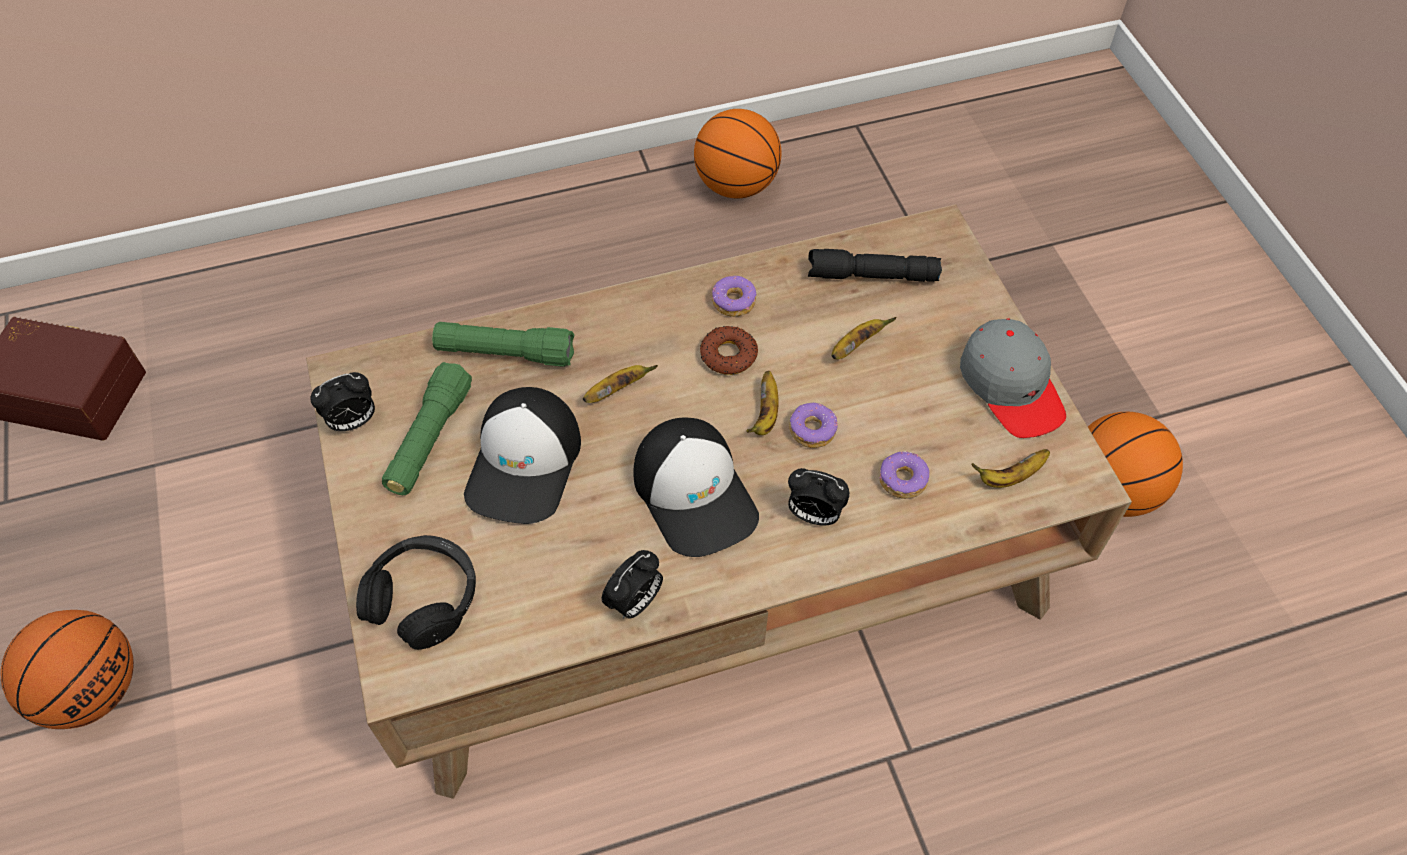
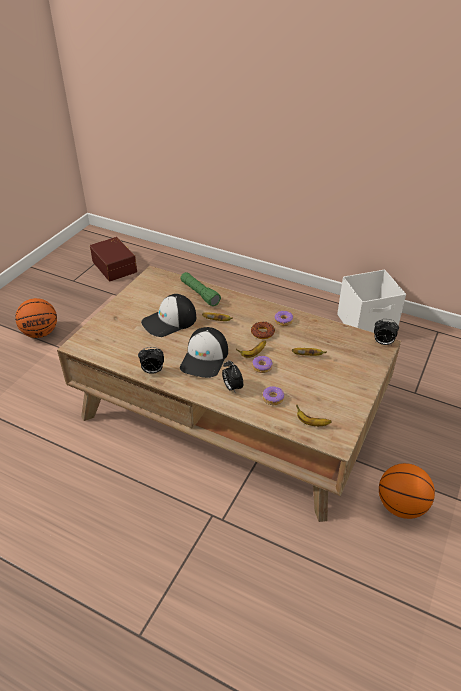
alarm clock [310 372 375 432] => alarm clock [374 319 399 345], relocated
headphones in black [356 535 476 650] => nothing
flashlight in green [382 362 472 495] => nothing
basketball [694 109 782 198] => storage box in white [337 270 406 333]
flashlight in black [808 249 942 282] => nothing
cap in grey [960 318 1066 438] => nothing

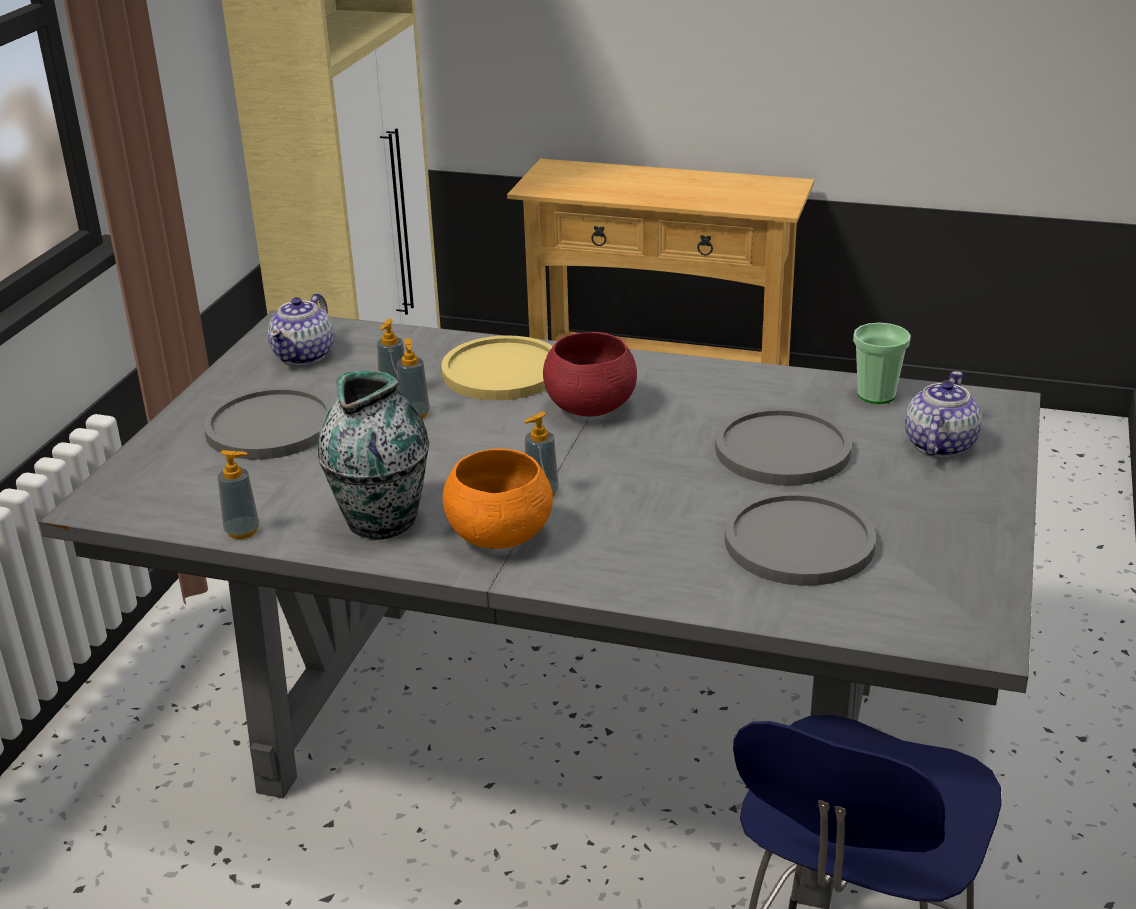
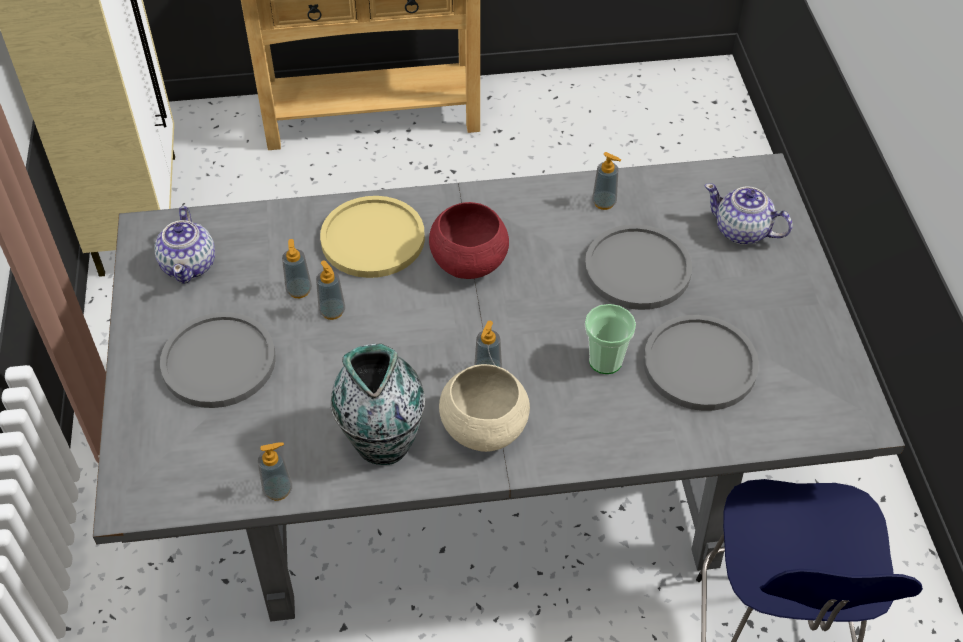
bowl in orange [443 448 553 549] => bowl in beige [439 364 530 452]
cup [853 323 911 404] => cup [585 304 636 374], relocated
teapot [905 371 982 457] => teapot [705 183 793 245], 60 degrees counterclockwise
nothing => soap dispenser [592 152 621 210]

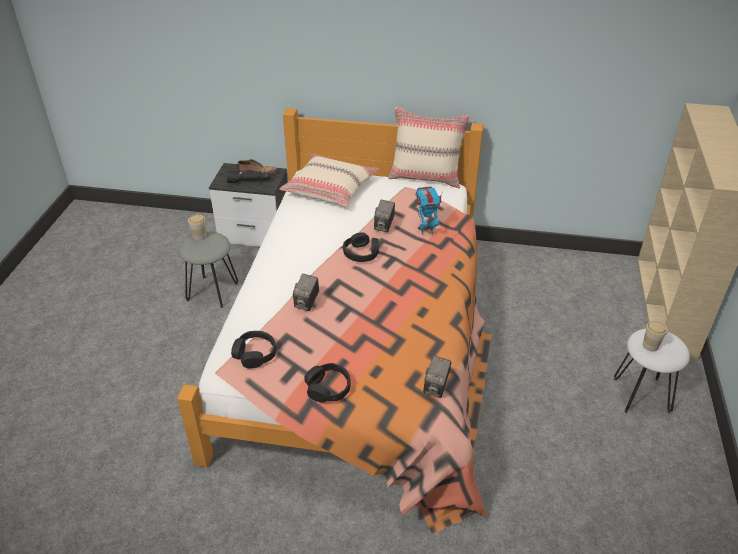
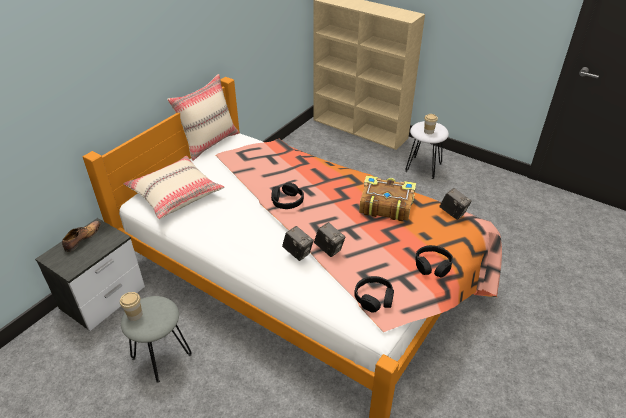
flashlight in black [226 170 270 183] => nothing
photo camera [374 200 395 232] => photo camera [282 226 314 261], relocated
toy robot [415 186 443 234] => nothing
nothing => book [359 175 416 221]

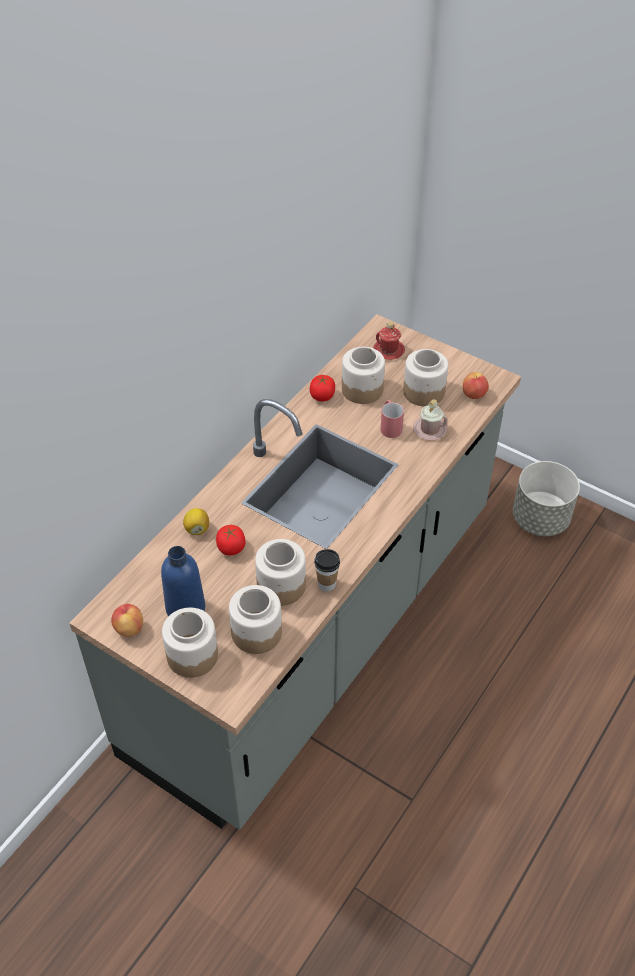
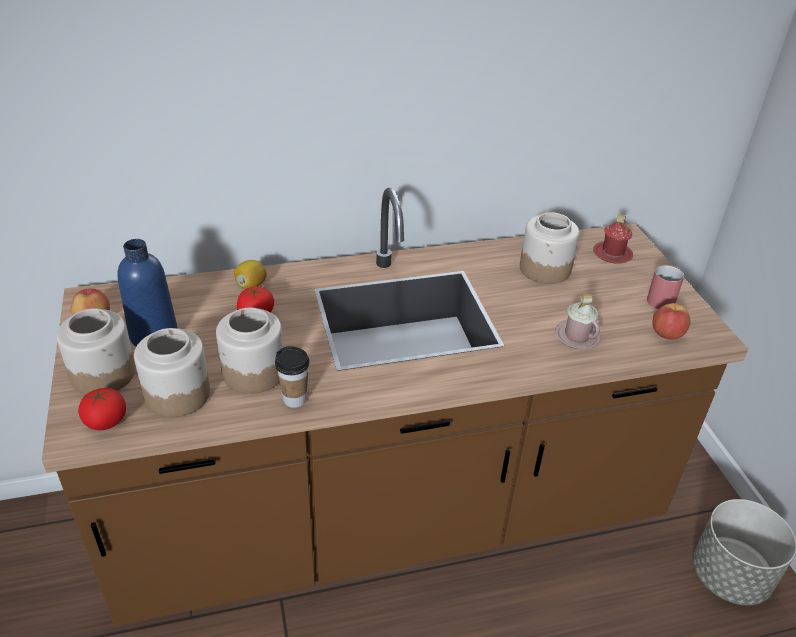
counter in grey [69 314 521 830] => counter in brown [42 188 748 626]
tomato [310 375 335 401] => tomato [78 388 126 430], relocated
mug in red [380 400 404 438] => mug in red [647 265 684 309], relocated
jar [403 349 448 406] => nothing

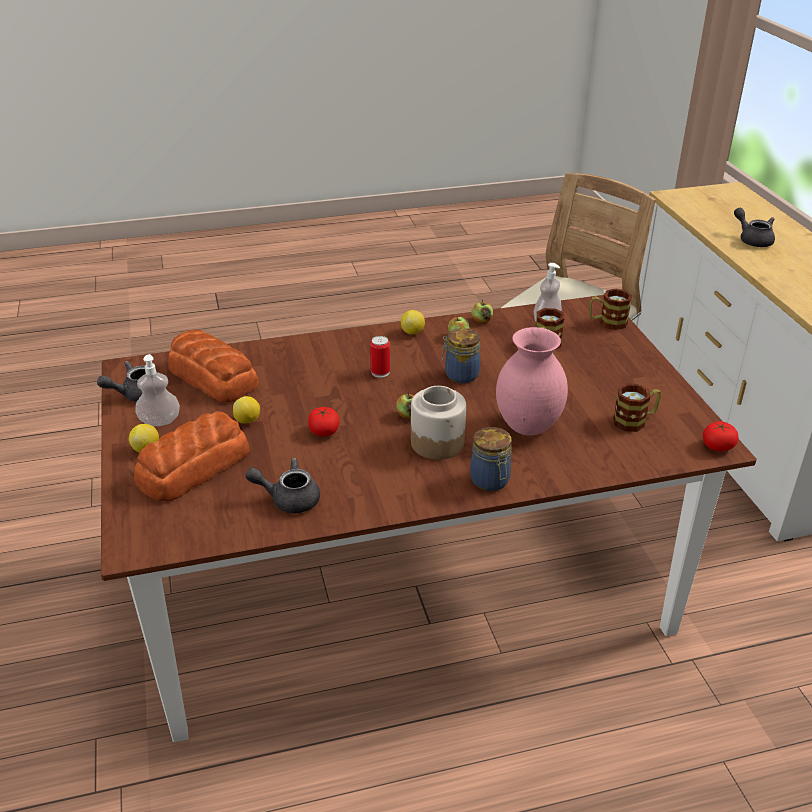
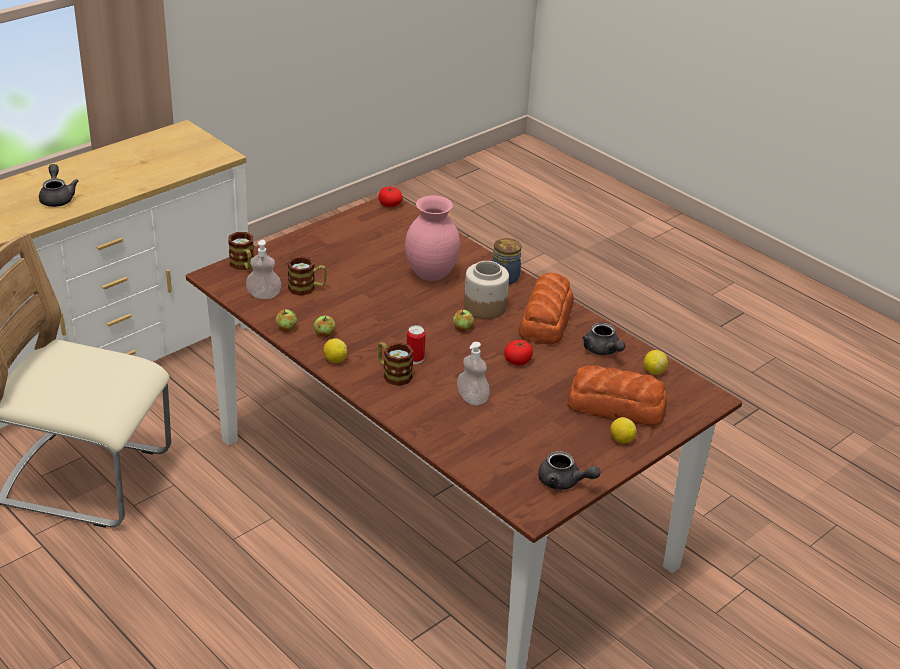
soap dispenser [135 354 180 426] => soap dispenser [457 342 490 405], relocated
bread [168 330 259 402] => bread [518 273 574 344], relocated
lemon [233 396 260 424] => lemon [644 350 668 374], relocated
jar [441 328 480 383] => nothing
mug [613 383 661 432] => mug [378 342 414 386], relocated
teapot in grey [734 208 775 247] => teapot in grey [39 164 78 207], 135 degrees clockwise

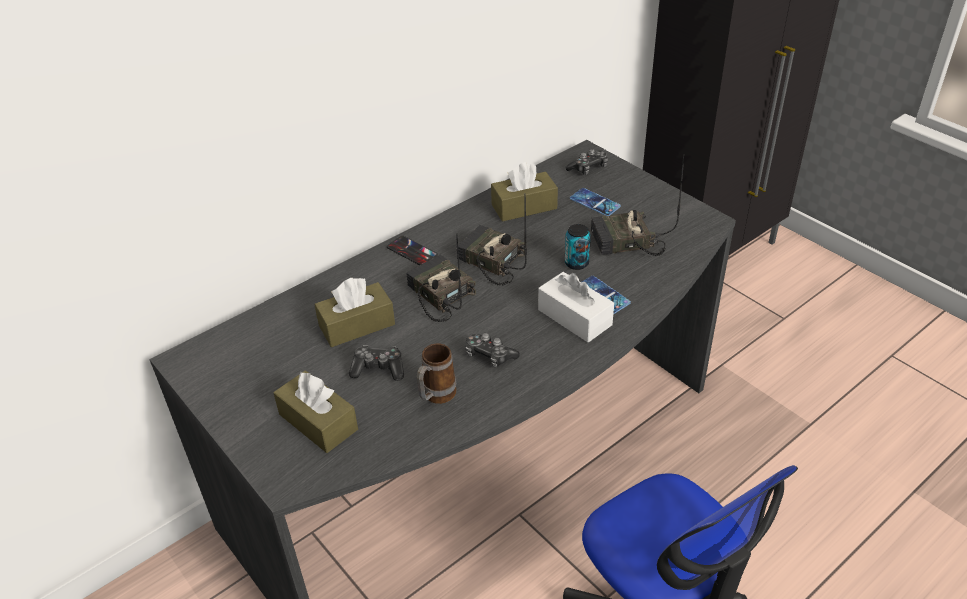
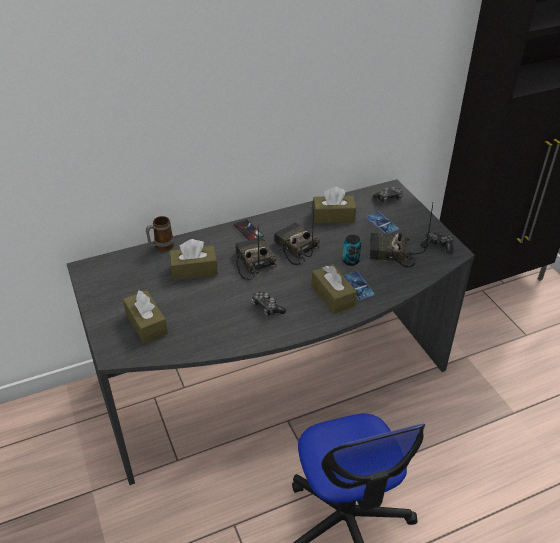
game controller [349 345 404 381] => game controller [421 231 454 254], relocated
mug [417 344 456 404] => mug [146 216 174 252], relocated
tissue box in white [538 272 614 342] => tissue box in brown [311 264 357 314]

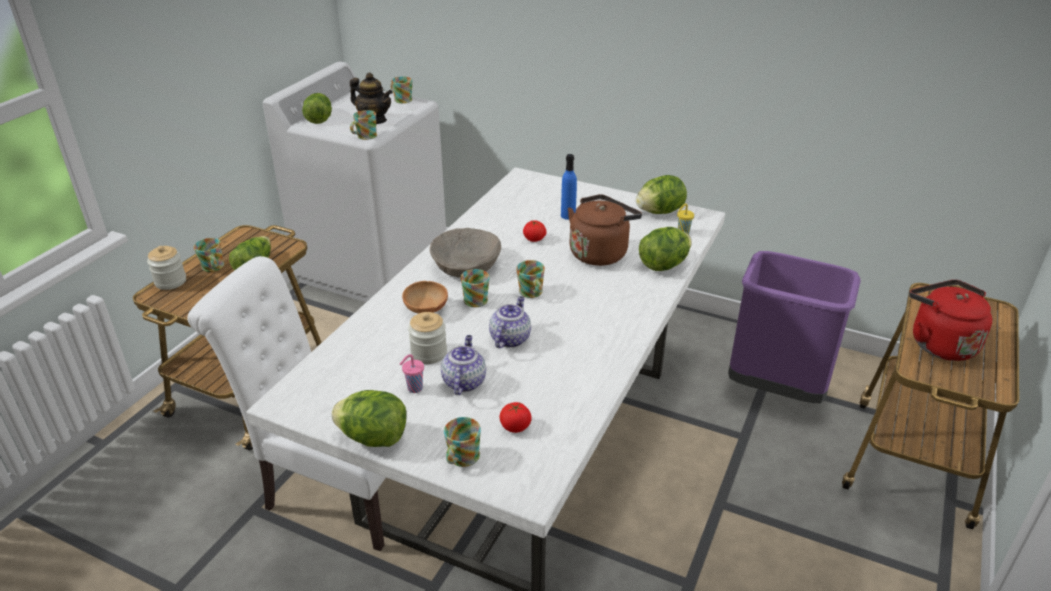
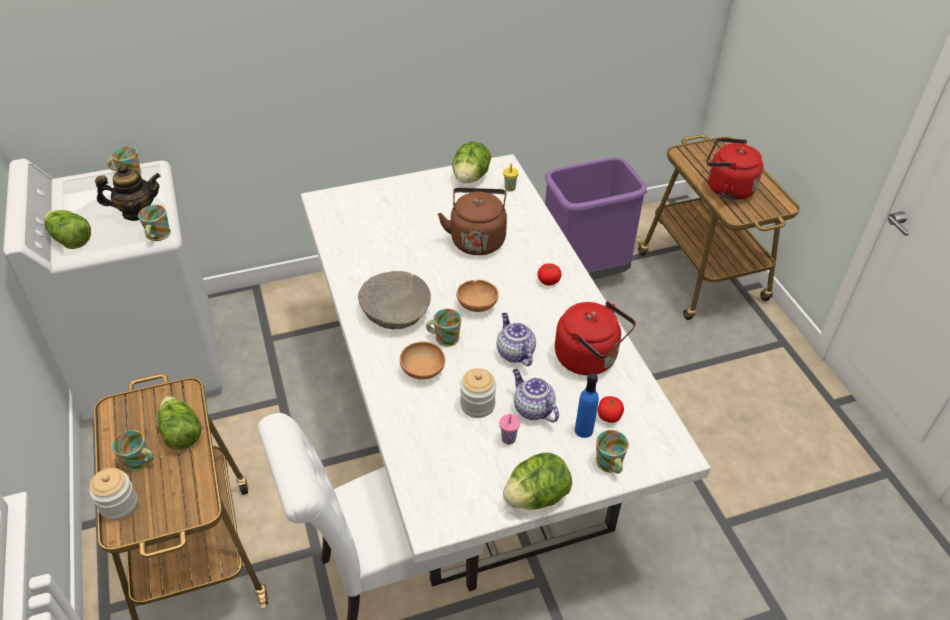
mug [516 260 545 298] => bowl in brown [457 280 499 312]
tomato [523 220 547 242] => tomato [538 263 562 286], relocated
bottle in blue [561 154 577 220] => bottle in blue [575 373 599 438], relocated
lettuce [639 227 692 271] => nothing
nothing => kettle in red [555 301 636 375]

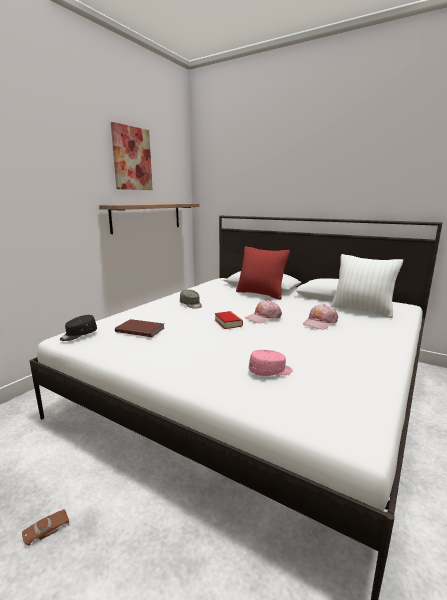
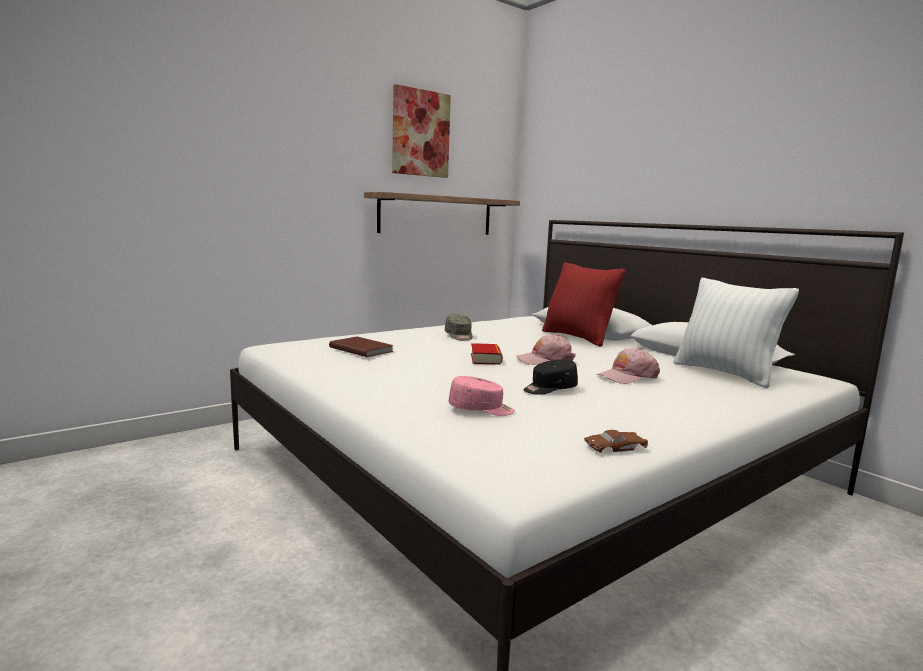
toy car in brown [22 509 70 546] => toy car in brown [584 430 648 453], relocated
cap in black [60 315 97 341] => cap in black [523 359 578 395], relocated

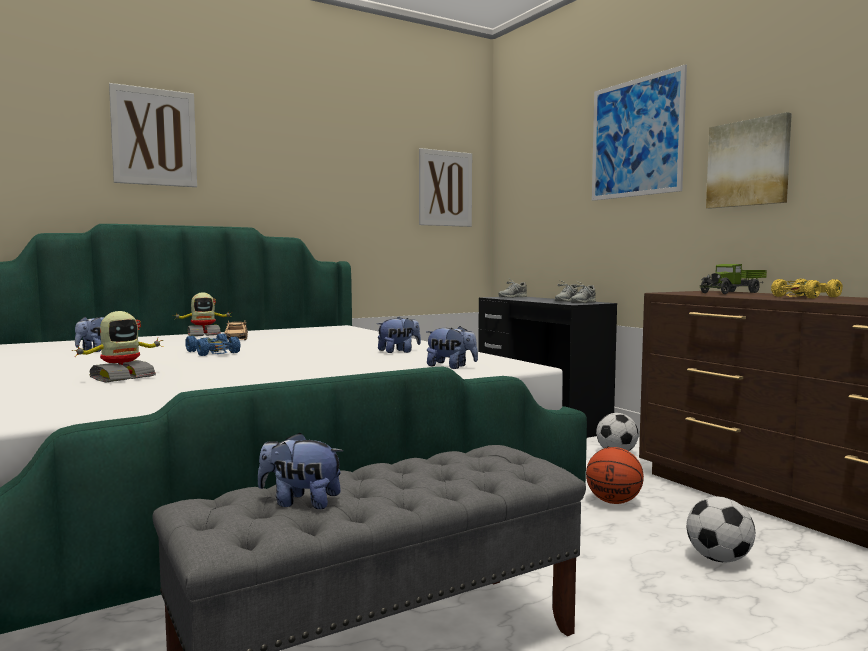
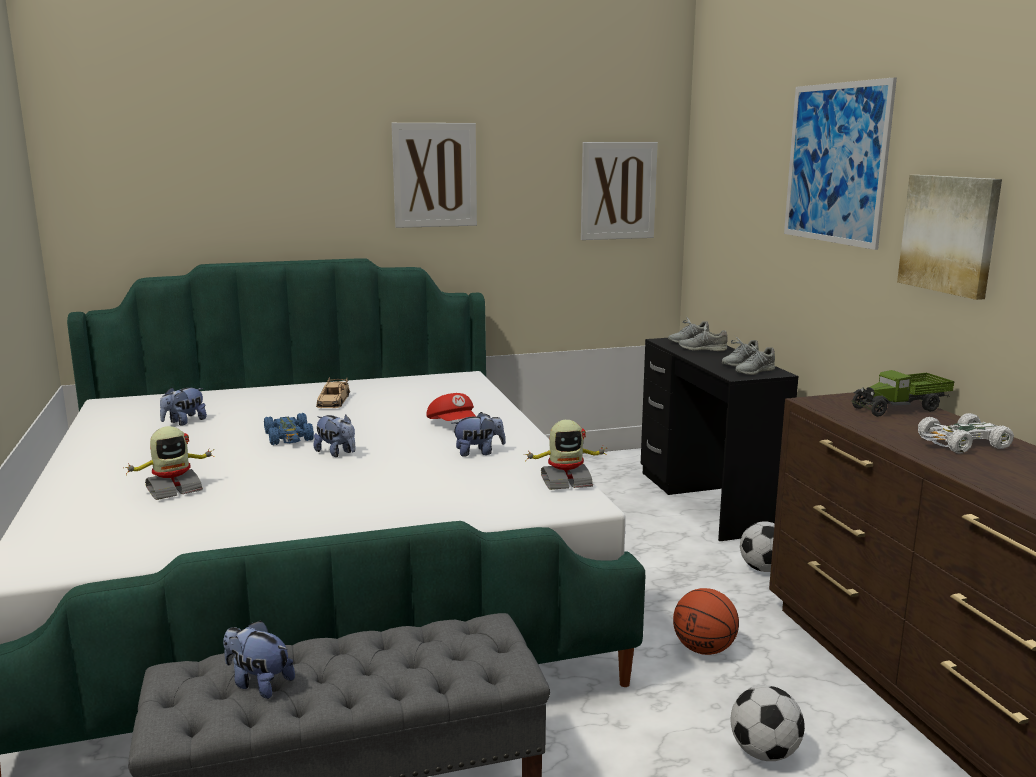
picture [109 83 197 187] => picture [391 123 477 228], relocated
toy robot [172 293 232 336] => toy robot [523 420 608 490], relocated
plush toy [426 326 478 369] => plush toy [314 415 355 457], relocated
toy car in yellow [771 279 843 299] => toy car in white [918 413 1014 453]
nothing => cap in red [426 393 476 421]
nothing => shoe in grey [679 324 728 351]

